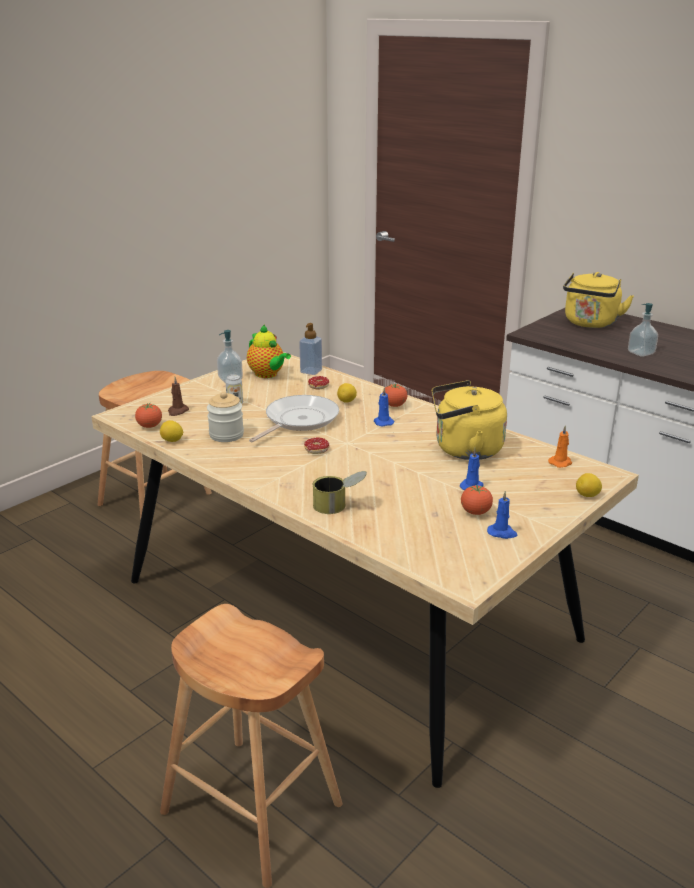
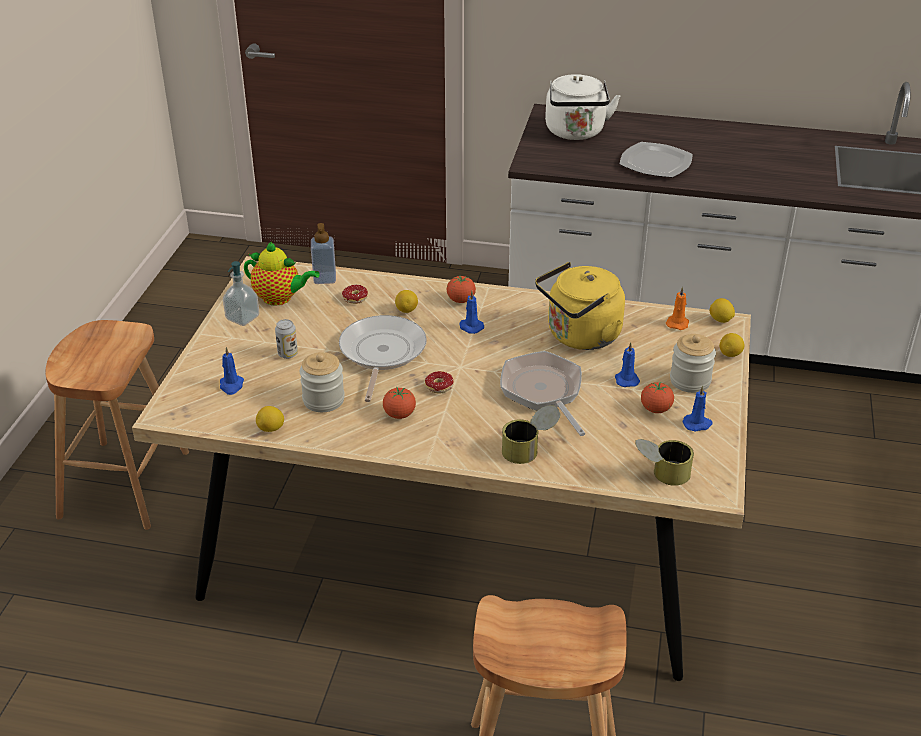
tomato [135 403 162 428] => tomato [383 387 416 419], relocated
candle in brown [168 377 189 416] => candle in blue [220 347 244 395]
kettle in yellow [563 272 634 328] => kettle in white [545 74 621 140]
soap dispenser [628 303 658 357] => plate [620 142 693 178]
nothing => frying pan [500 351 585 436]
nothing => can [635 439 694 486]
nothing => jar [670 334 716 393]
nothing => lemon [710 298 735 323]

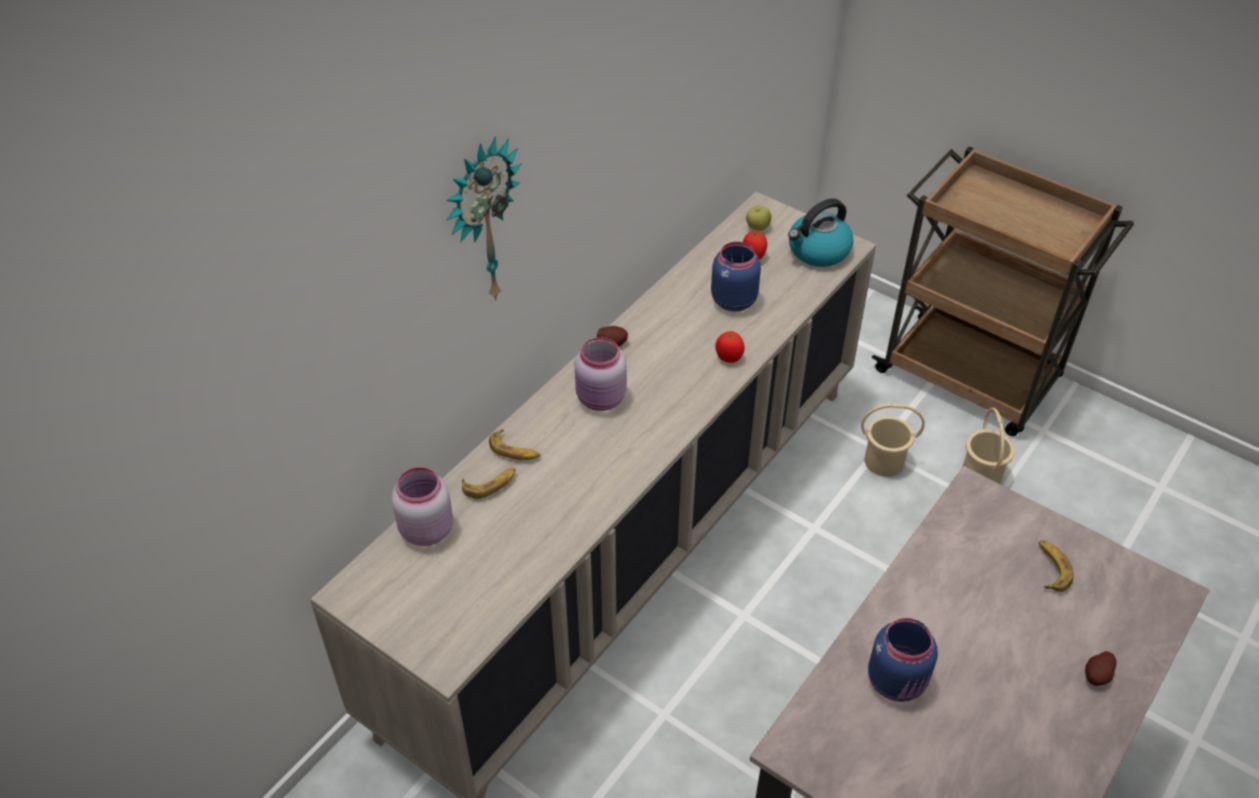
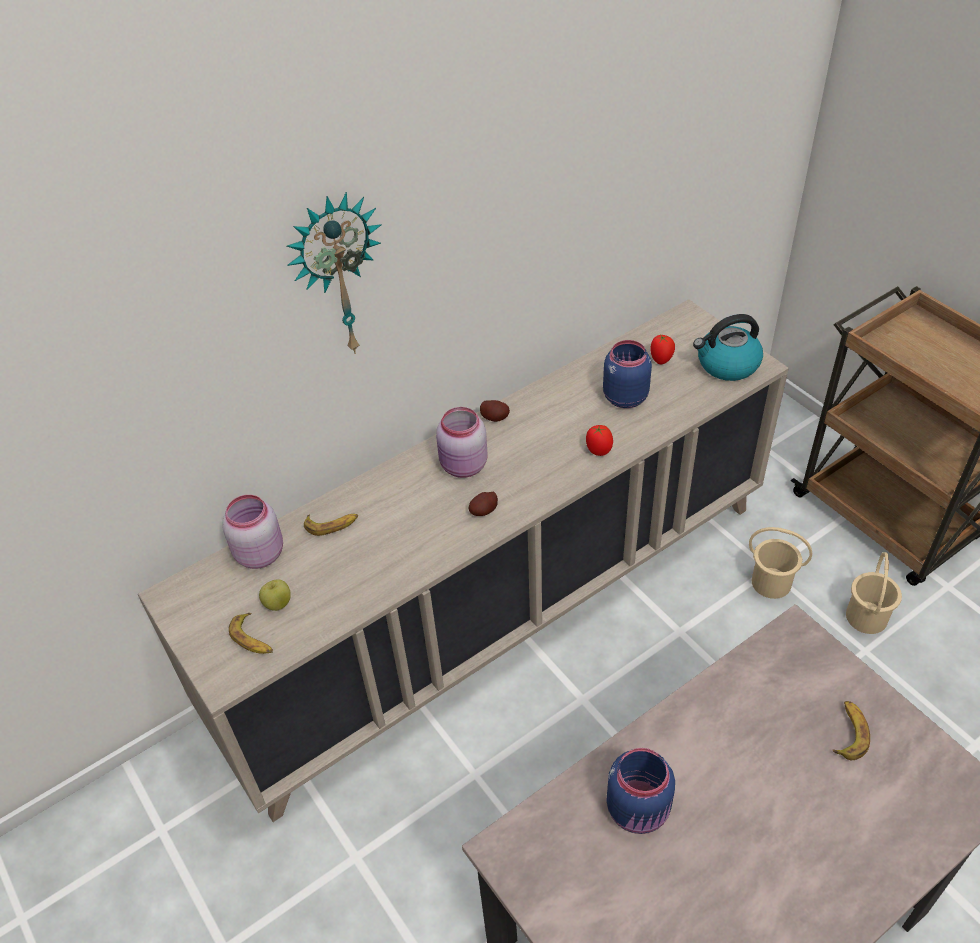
banana [489 430 540 460] => banana [229 613 273 654], relocated
apple [746 205 771 231] => apple [259 579 291 611], relocated
potato [1085 651 1117 686] => potato [468 492 498 516], relocated

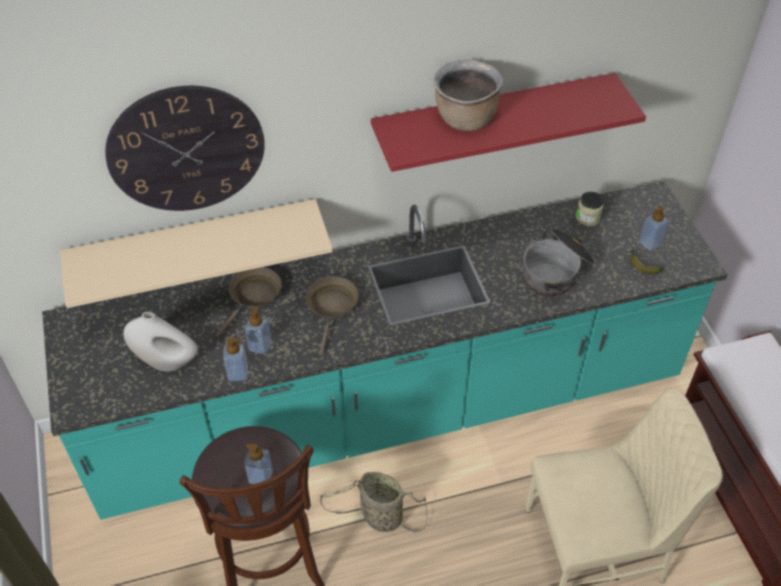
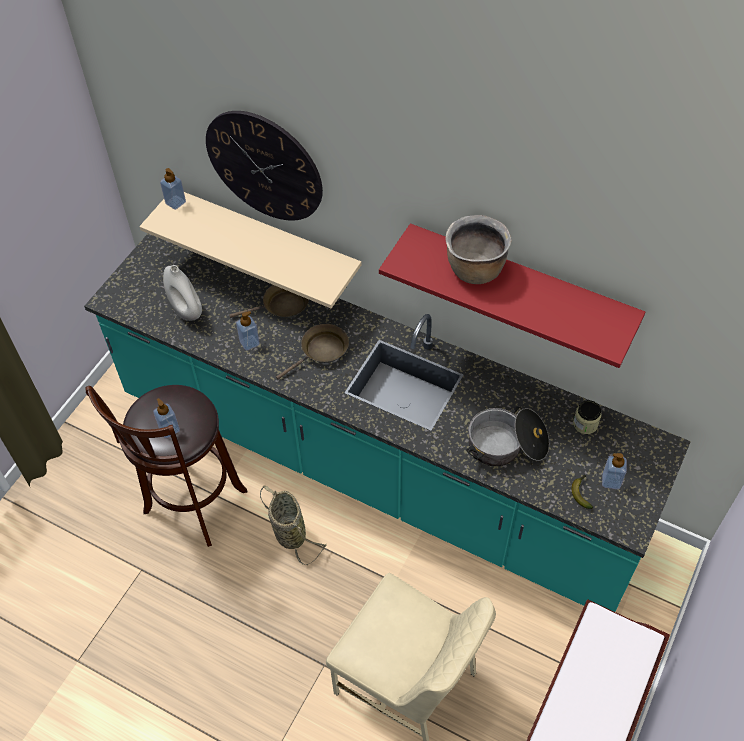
soap dispenser [223 338 248 381] => soap dispenser [160 168 186 210], relocated

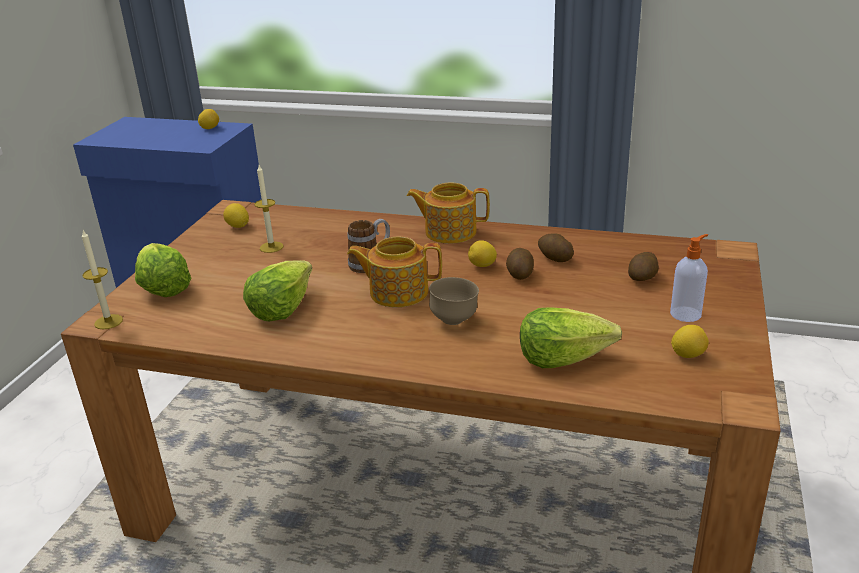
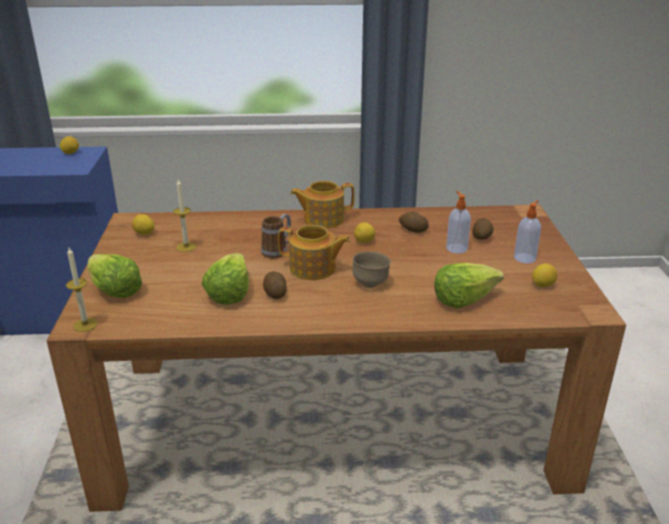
teapot [347 236 442 307] => teapot [278 225 350 280], 150 degrees counterclockwise
potato [506 248 534 280] => potato [263 271 287 299], relocated
nothing => soap dispenser [446 191 471 254]

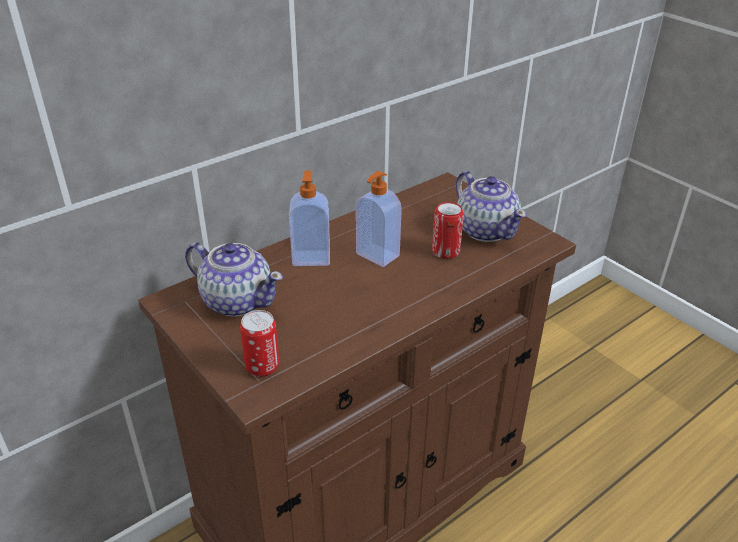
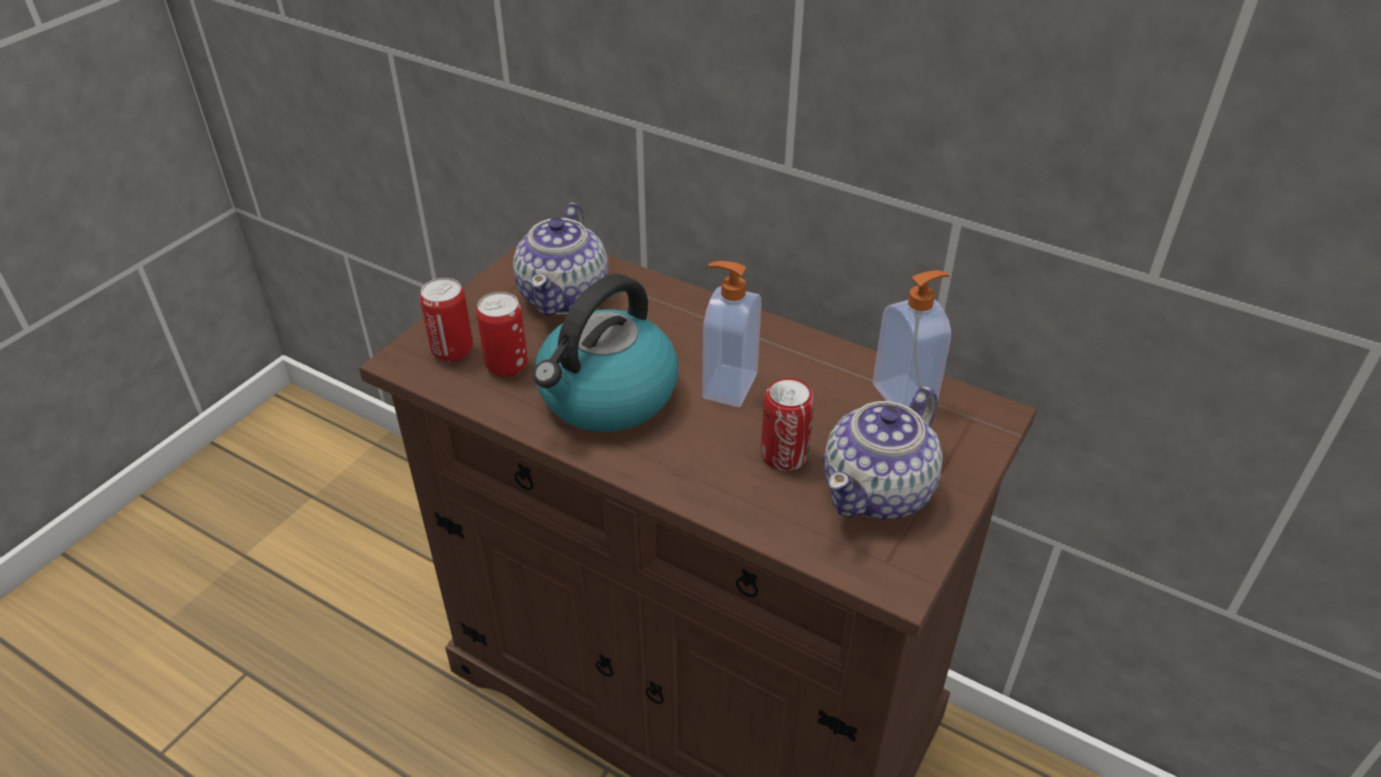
soap dispenser [289 170 330 266] => soap dispenser [873 270 951 407], relocated
nothing => can [476 292 528 377]
nothing => kettle [533 274 678 432]

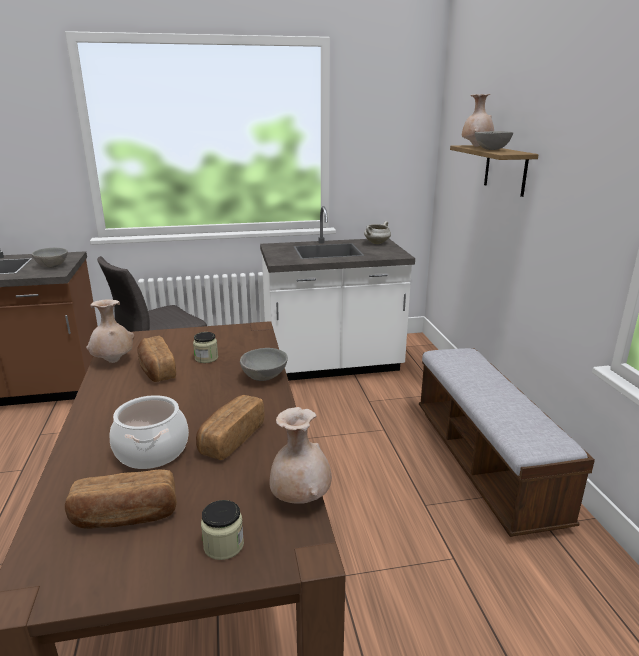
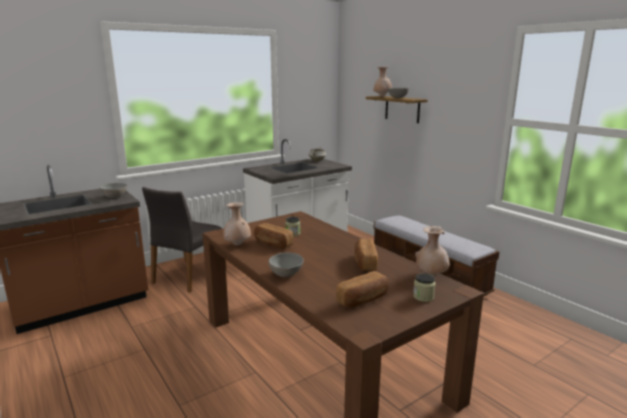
cooking pot [110 395 189 469] => nothing
bowl in grey [240 348 288 381] => bowl in grey [269 253 304 277], relocated

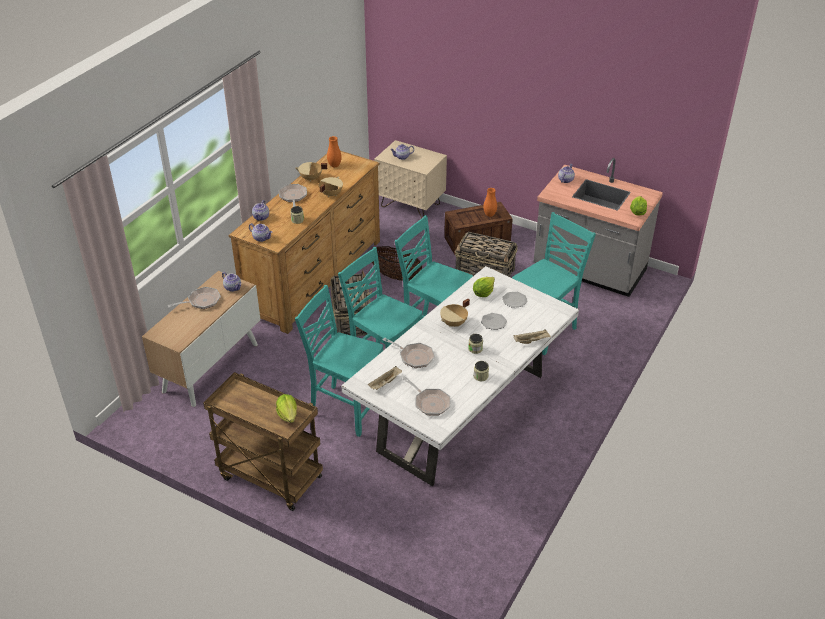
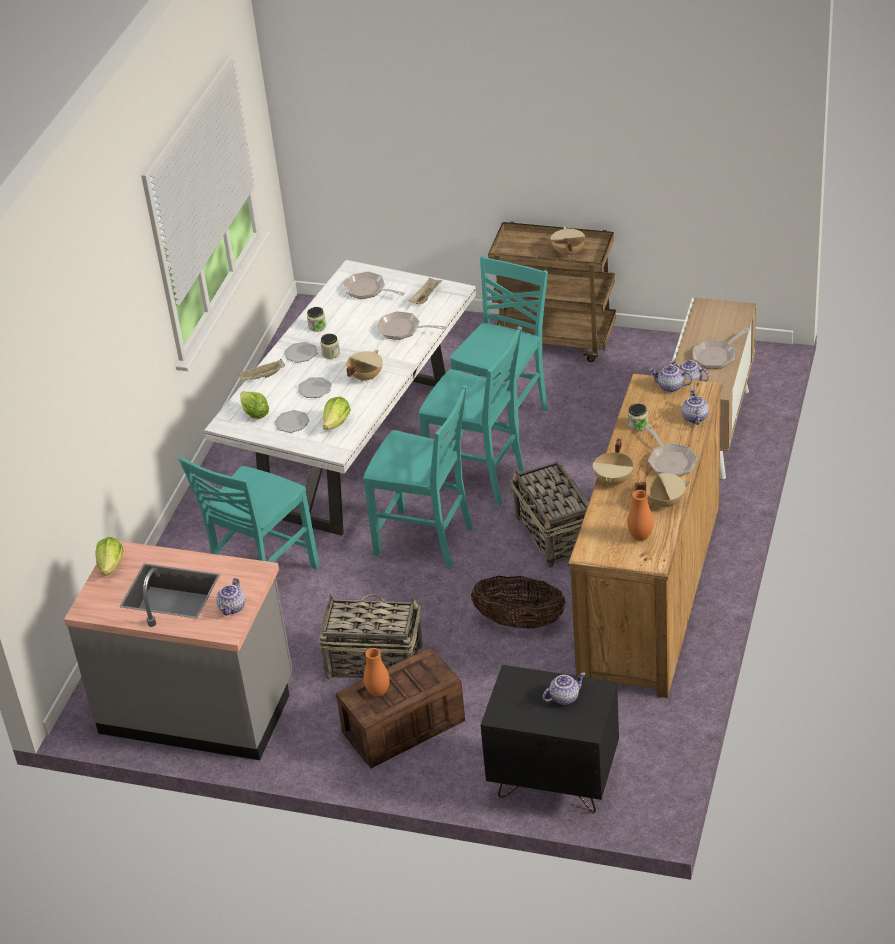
lettuce [276 394 297 423] => lettuce [240 391 269 419], relocated
chair in turquoise [295 285 383 437] => chair in turquoise [449 256 548 453], 75 degrees counterclockwise
nightstand in beige [374 140 447 218] => nightstand in black [481 665 619 813]
nothing => plate [285 342 317 363]
nothing => cooking pot in beige [551 226 585 257]

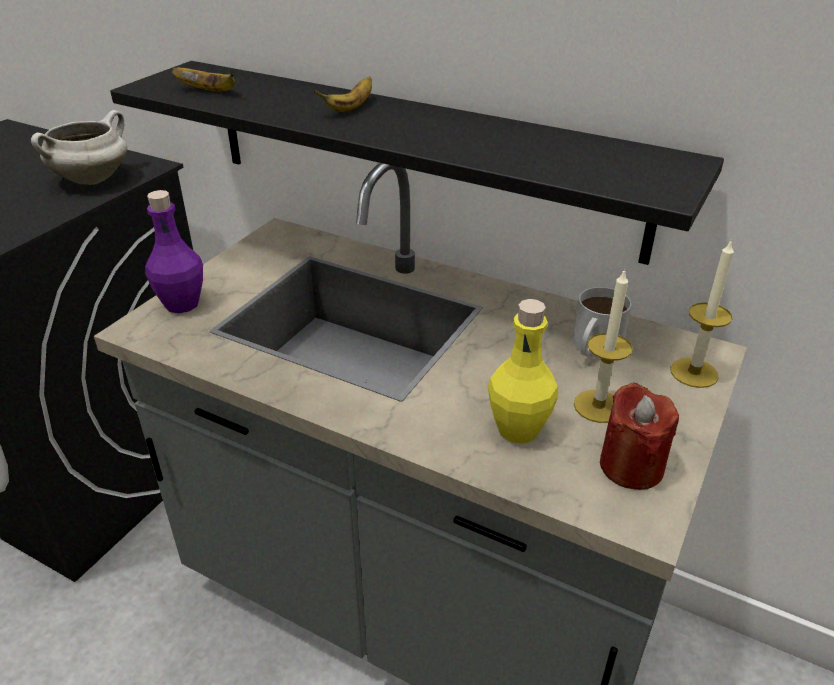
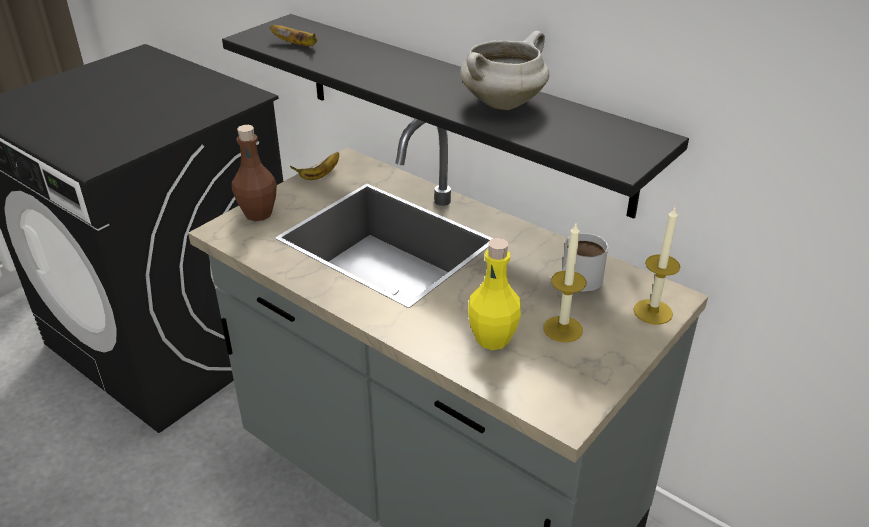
cooking pot in white [31 110 127 185] => cooking pot in white [460 31 549 110], relocated
bottle in purple [145 190 203 313] => bottle in brown [232 125 277 221]
banana [313 77 372 112] => banana [290 152 339 180], relocated
candle in red [600 382 679 490] => nothing

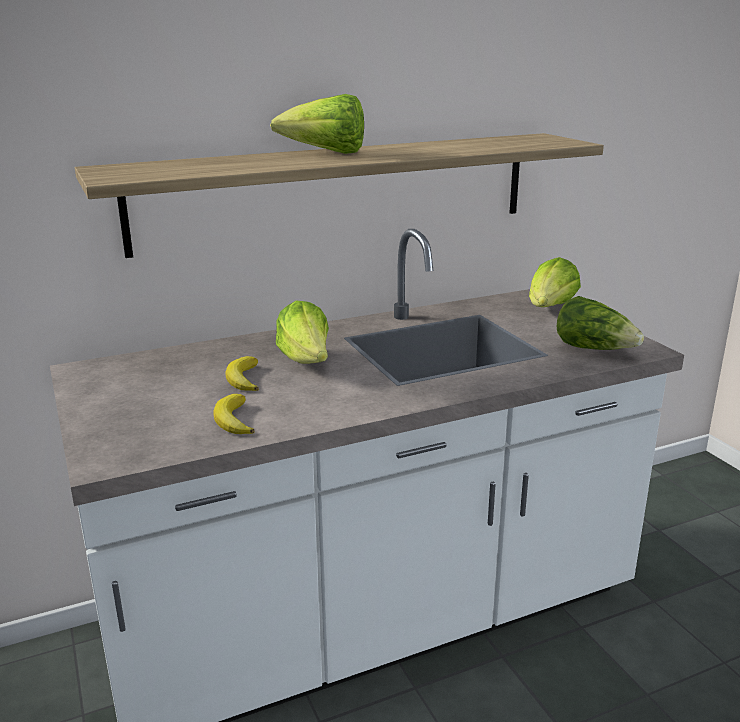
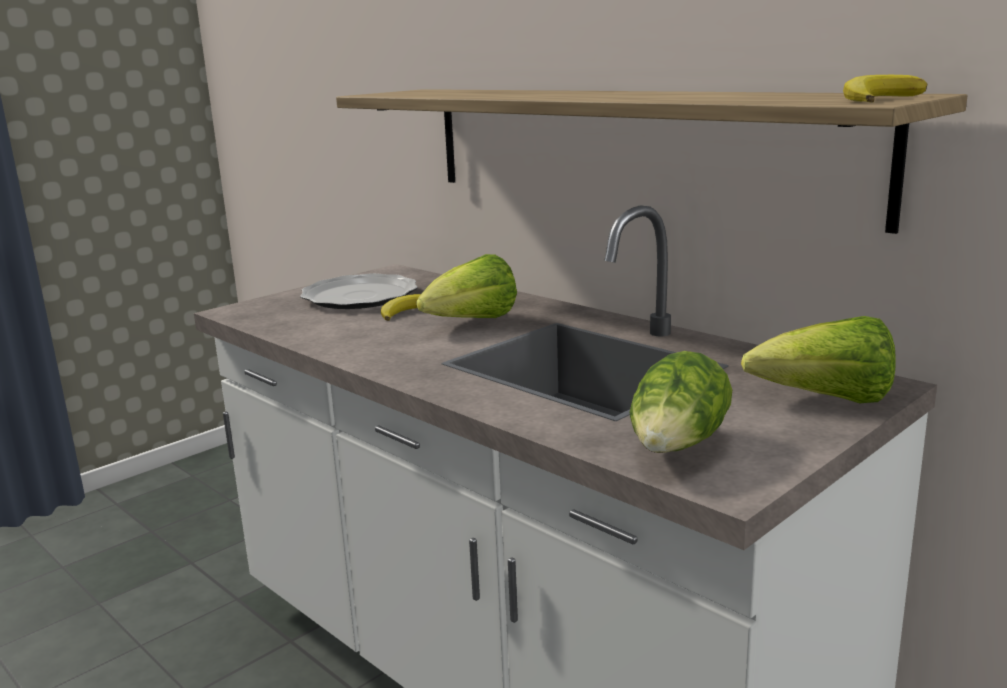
banana [213 394 255 434] => banana [843 75 927 102], relocated
lettuce [270 94 364 154] => nothing
nothing => plate [300 273 418 309]

